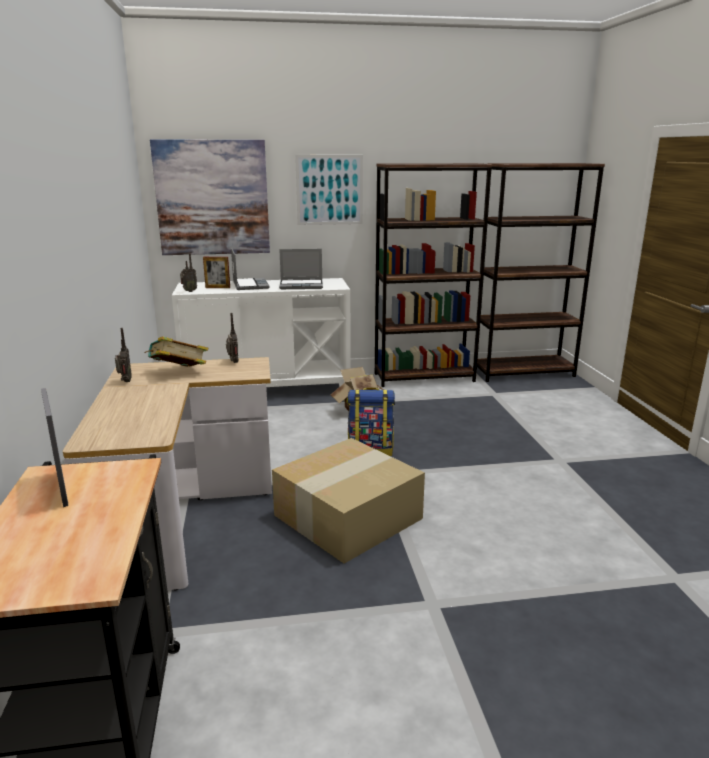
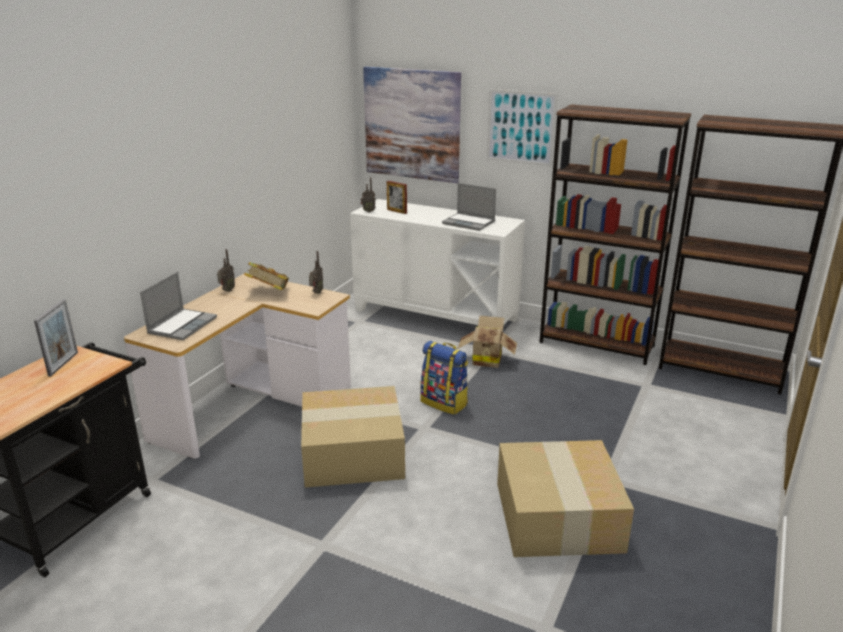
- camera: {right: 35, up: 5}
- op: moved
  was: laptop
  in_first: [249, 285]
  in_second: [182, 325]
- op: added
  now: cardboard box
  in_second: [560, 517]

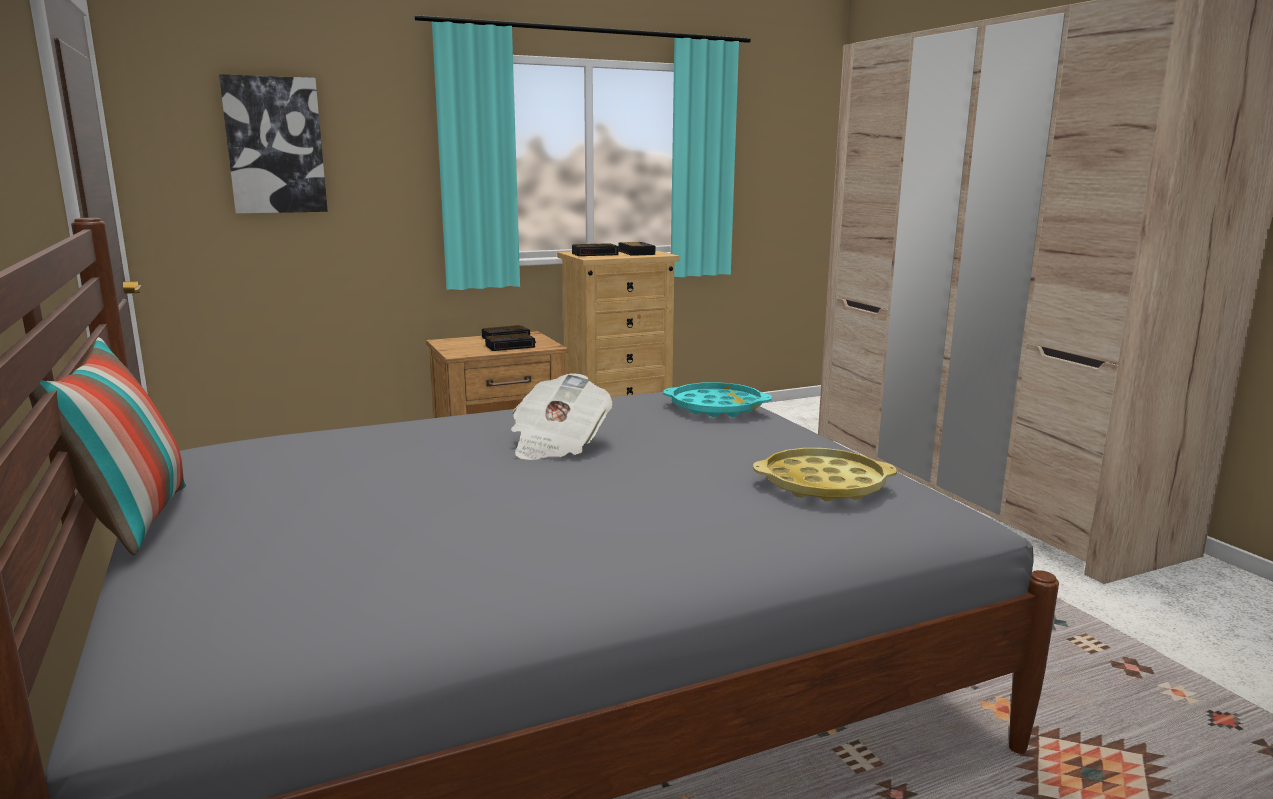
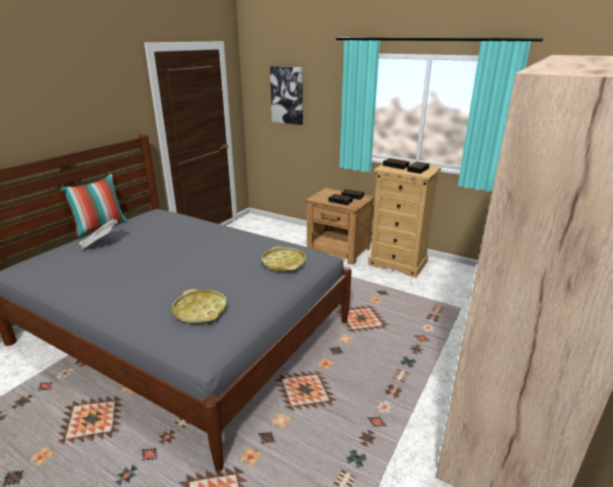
- camera: {right: 55, up: 10}
- op: moved
  was: printed paper
  in_first: [557, 444]
  in_second: [99, 243]
- op: recoloured
  was: turquoise serving tray
  now: yellow-coloured serving tray
  in_first: [716, 407]
  in_second: [284, 263]

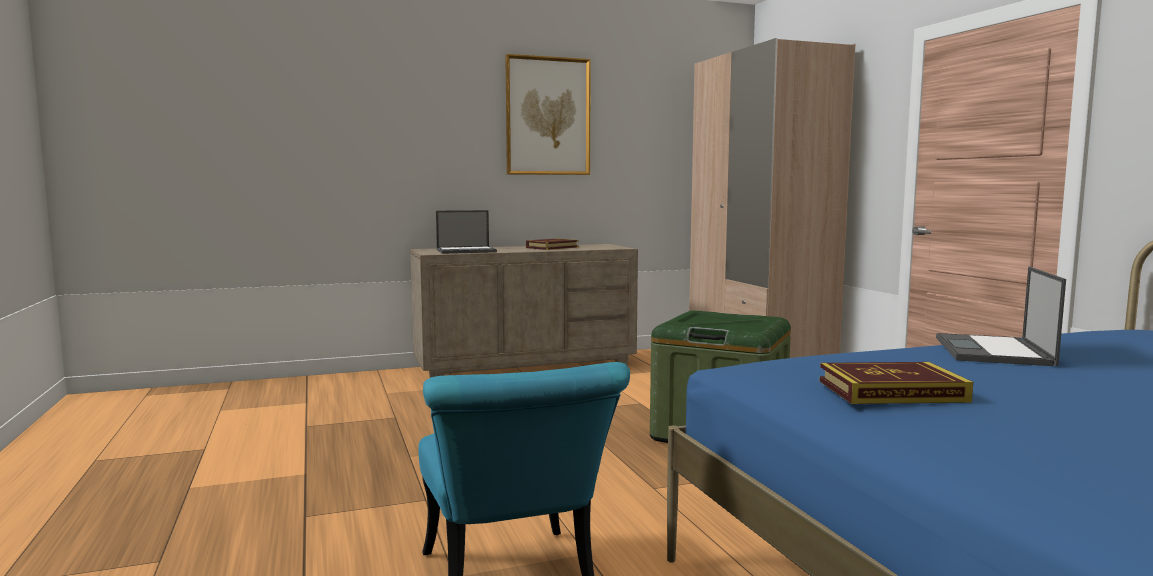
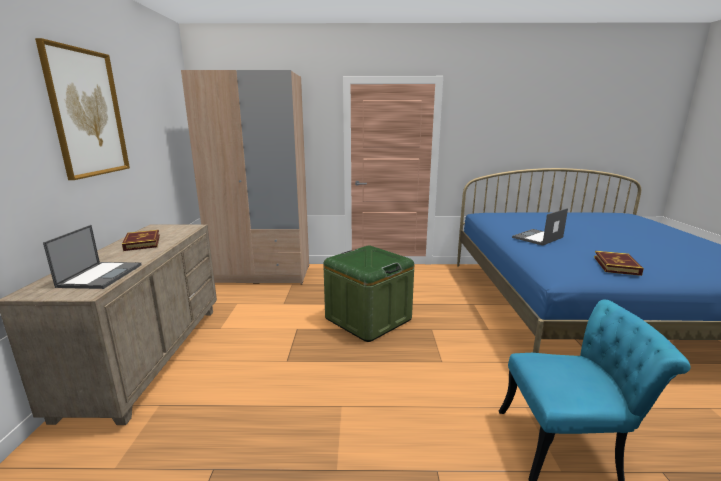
- camera: {right: -70, up: 10}
- op: turned
  was: laptop
  in_first: [993, 351]
  in_second: [537, 238]
  clockwise: 105

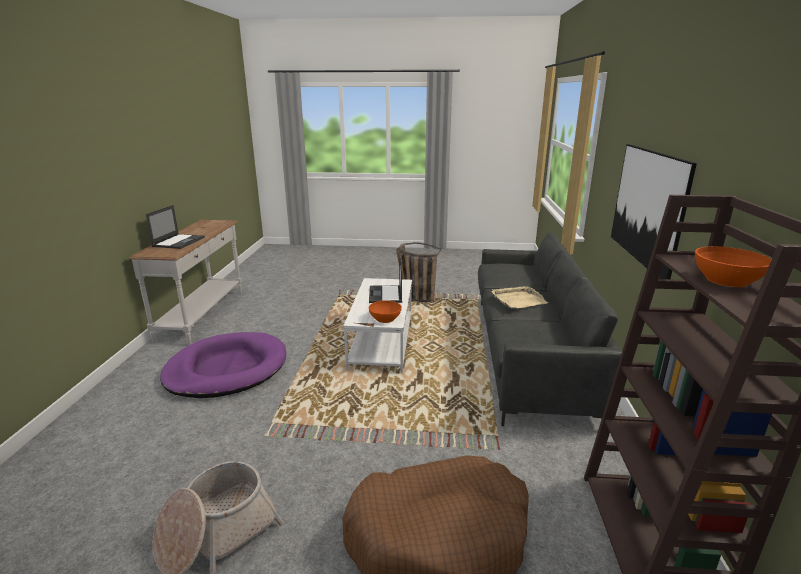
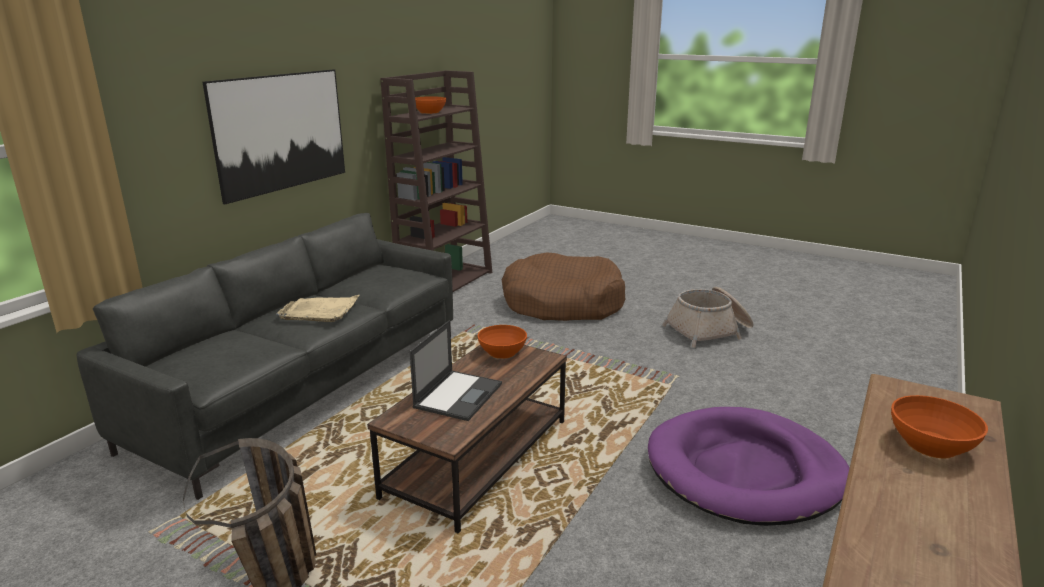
- camera: {right: -155, up: 0}
- op: replaced
  was: laptop
  now: orangey deep dish
  in_first: [179, 241]
  in_second: [931, 445]
- op: recoloured
  was: white-coloured low table
  now: brownish low table
  in_first: [382, 342]
  in_second: [478, 457]

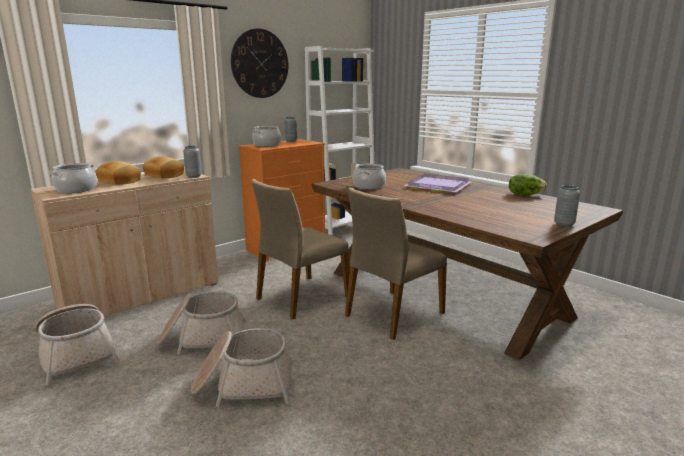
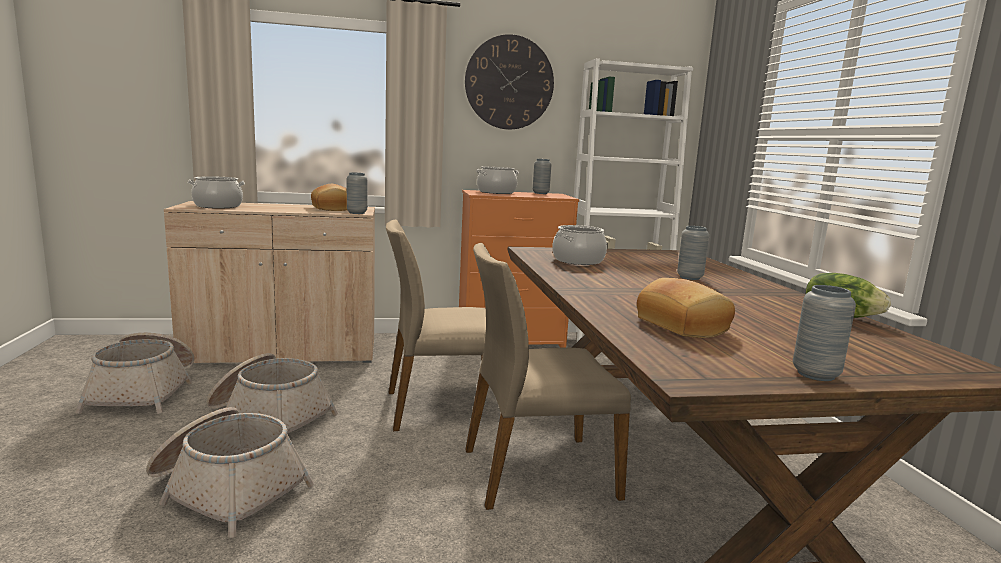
- camera: {right: 30, up: -5}
- op: moved
  was: bakery bread
  in_first: [120, 181]
  in_second: [684, 326]
- op: replaced
  was: purple-coloured serving tray
  now: gray decorative vase
  in_first: [437, 186]
  in_second: [690, 277]

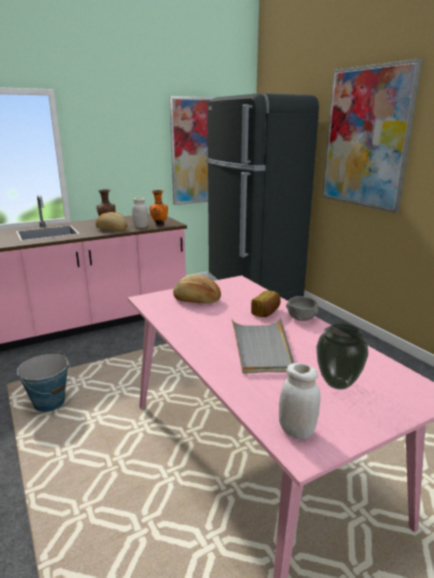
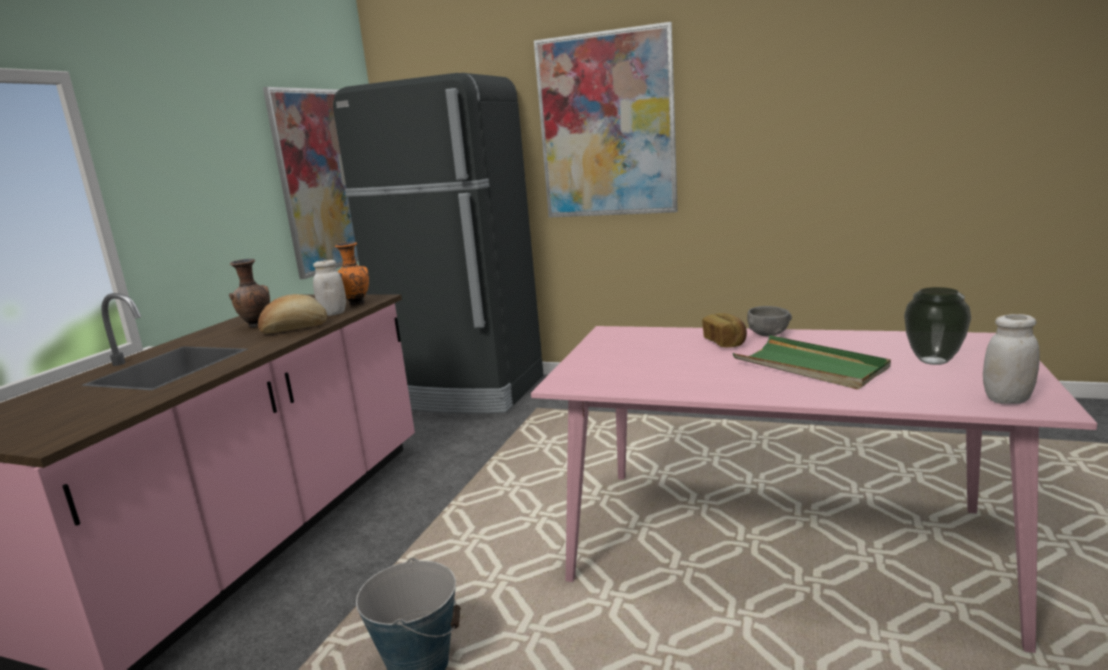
- camera: {right: -40, up: -5}
- op: removed
  was: bakery bread
  in_first: [196, 300]
- op: recoloured
  was: gray serving tray
  now: green-coloured serving tray
  in_first: [261, 348]
  in_second: [810, 367]

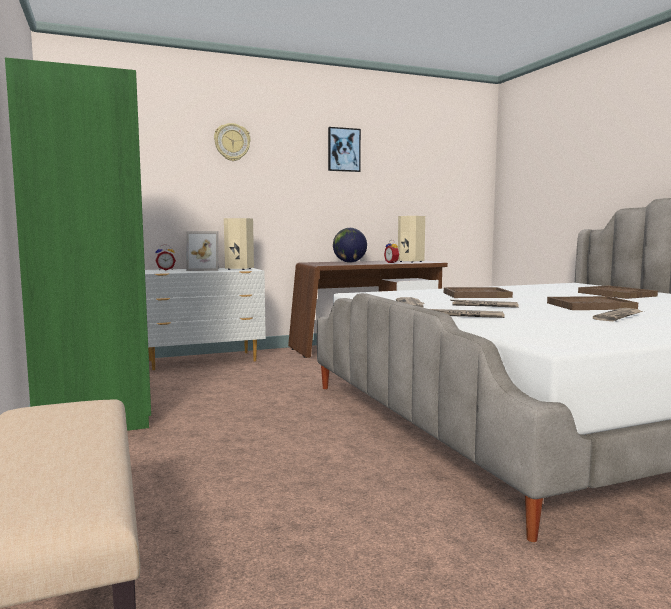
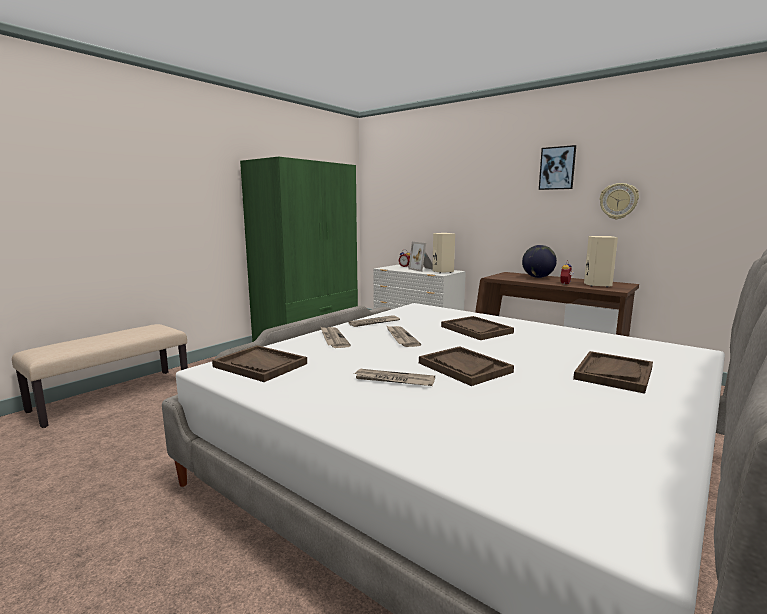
- camera: {right: 60, up: 5}
- op: moved
  was: wall clock
  in_first: [232, 142]
  in_second: [618, 201]
- op: added
  now: brownish serving tray
  in_second: [260, 365]

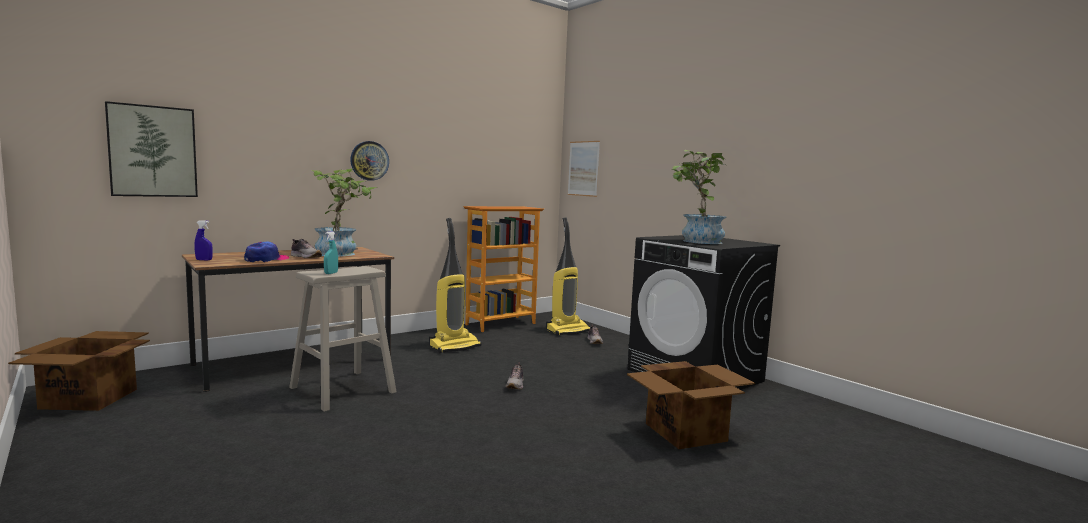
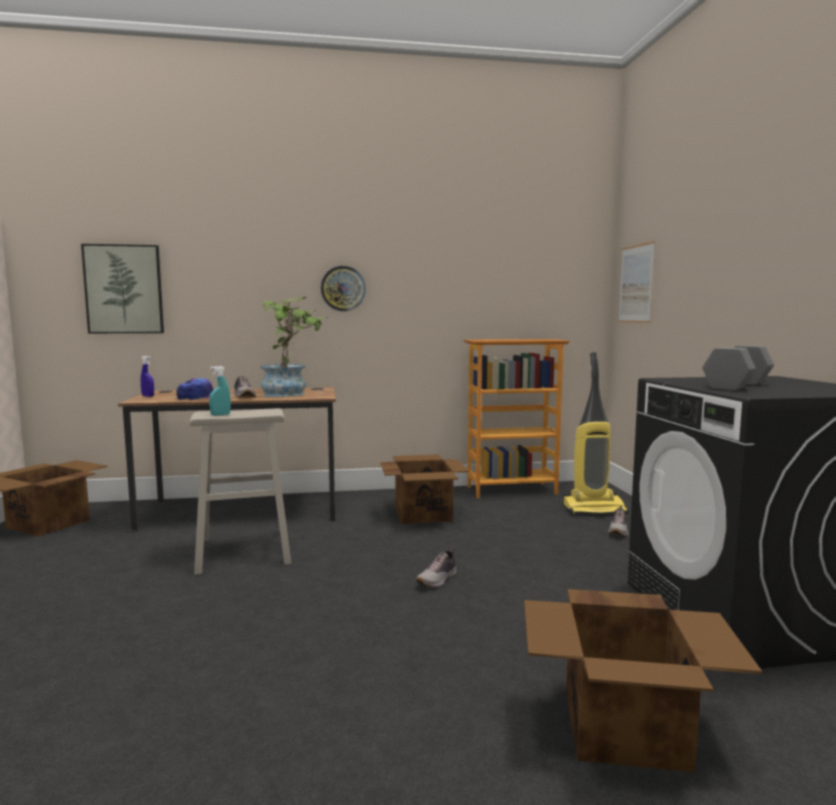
- camera: {right: 30, up: 0}
- op: replaced
  was: vacuum cleaner
  now: cardboard box
  in_first: [454, 346]
  in_second: [423, 513]
- op: replaced
  was: houseplant
  now: gray hand weight
  in_first: [695, 241]
  in_second: [736, 385]

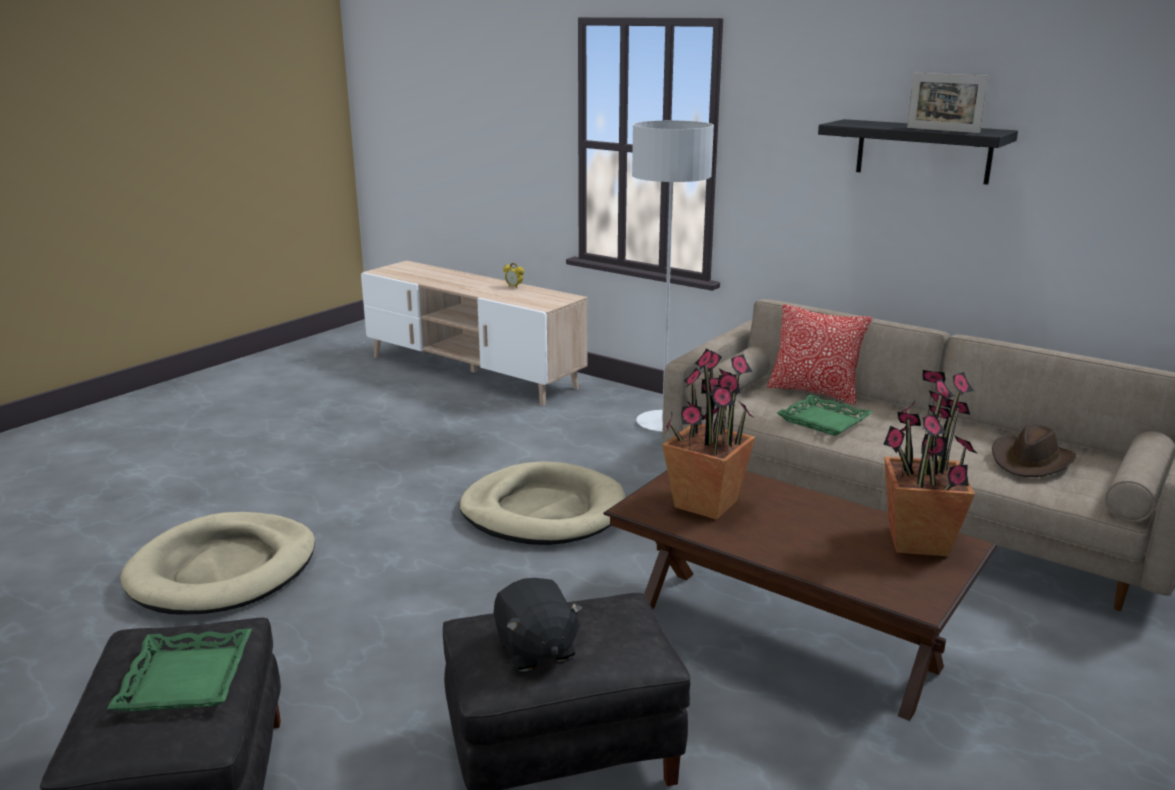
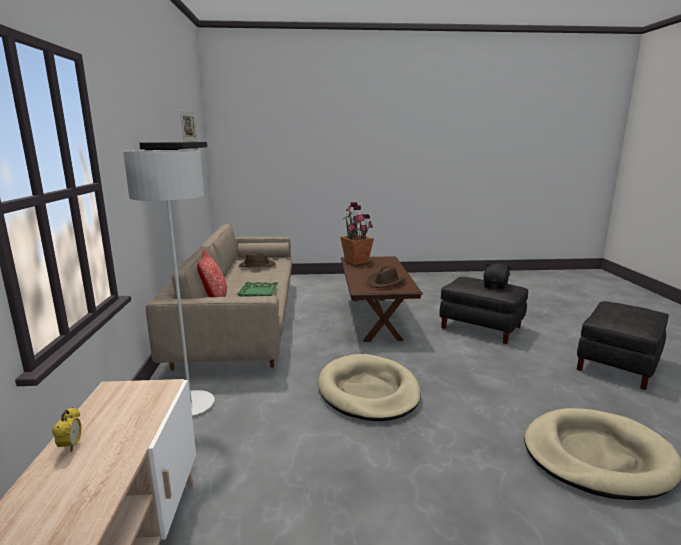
- camera: {right: -130, up: -5}
- op: removed
  was: green-coloured serving tray
  in_first: [187, 679]
- op: replaced
  was: houseplant
  now: brownish hat
  in_first: [706, 503]
  in_second: [386, 283]

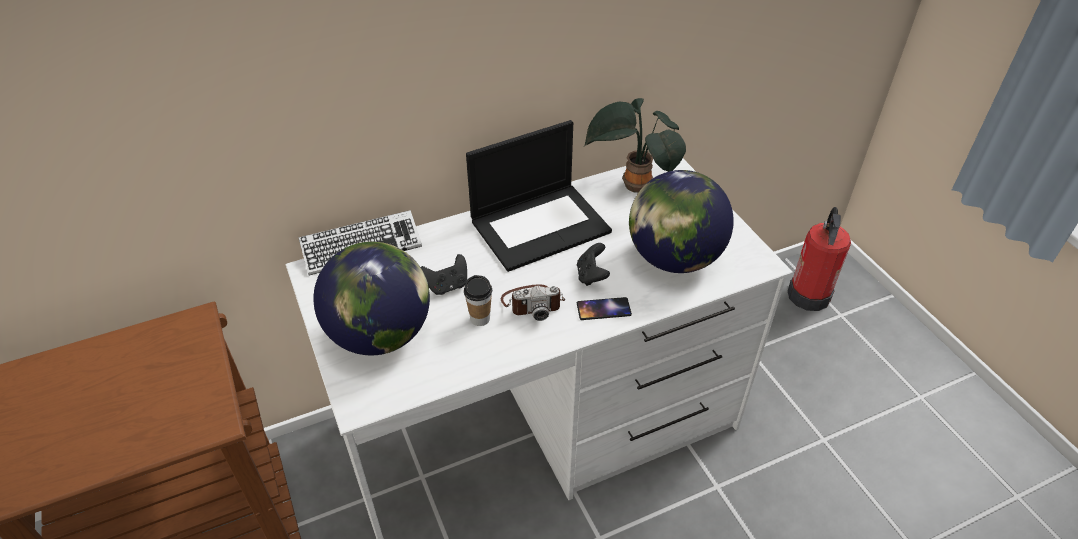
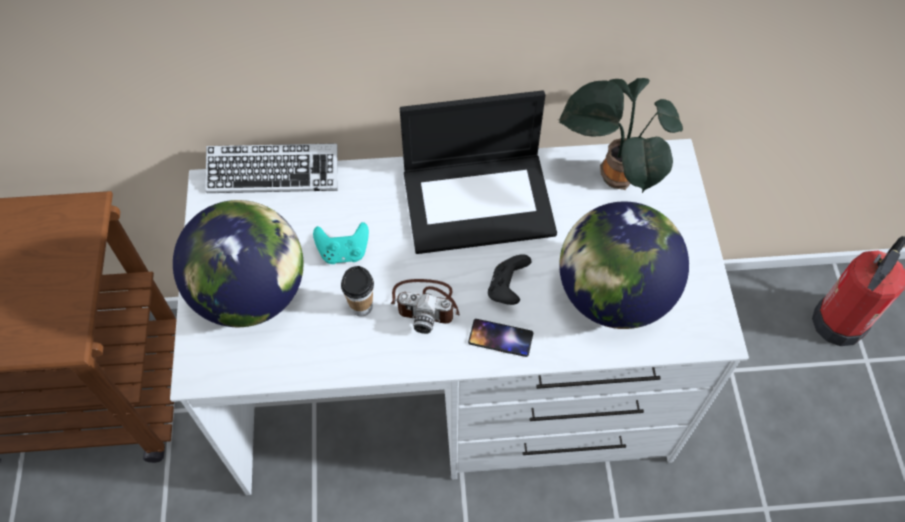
- camera: {right: 20, up: 15}
- op: recoloured
  was: black-coloured game controller
  now: turquoise game controller
  in_first: [447, 286]
  in_second: [343, 252]

